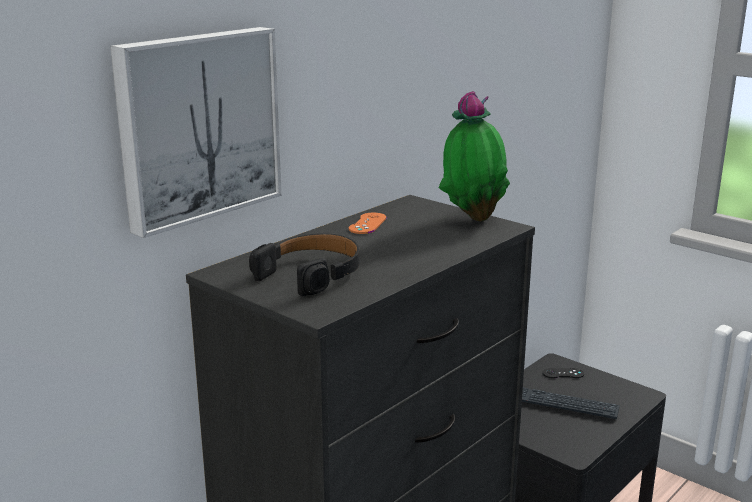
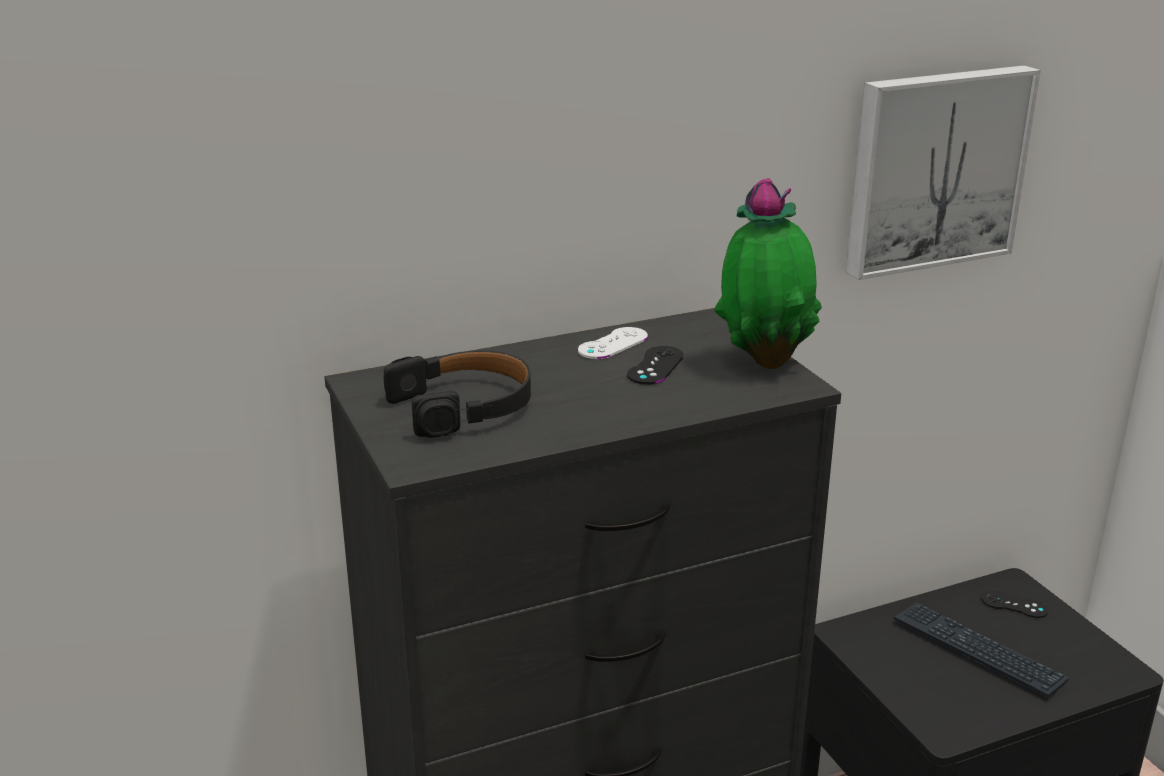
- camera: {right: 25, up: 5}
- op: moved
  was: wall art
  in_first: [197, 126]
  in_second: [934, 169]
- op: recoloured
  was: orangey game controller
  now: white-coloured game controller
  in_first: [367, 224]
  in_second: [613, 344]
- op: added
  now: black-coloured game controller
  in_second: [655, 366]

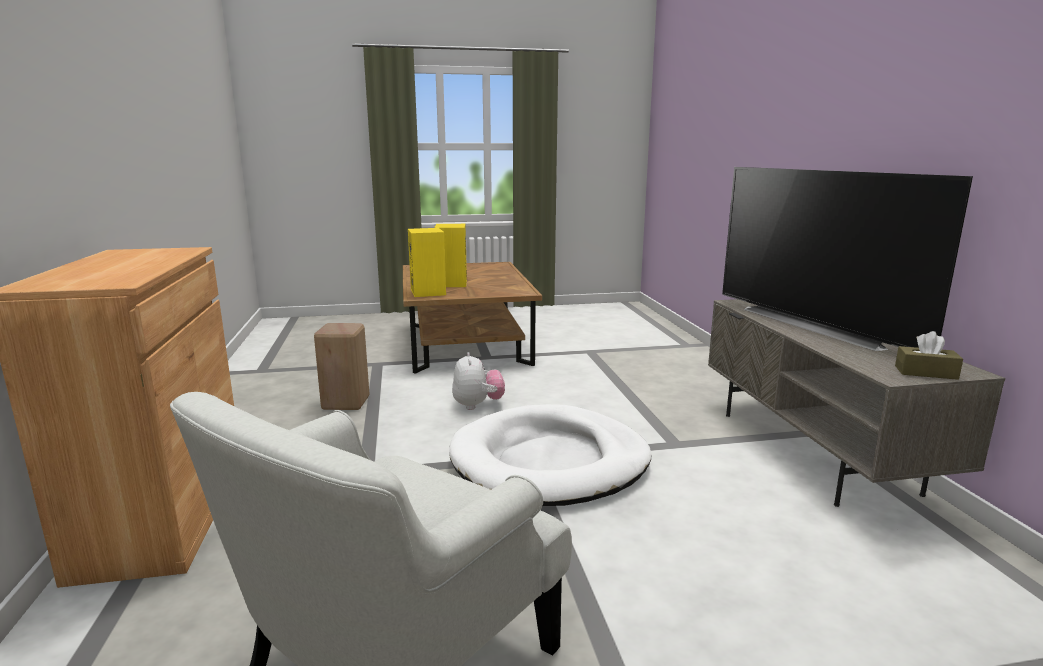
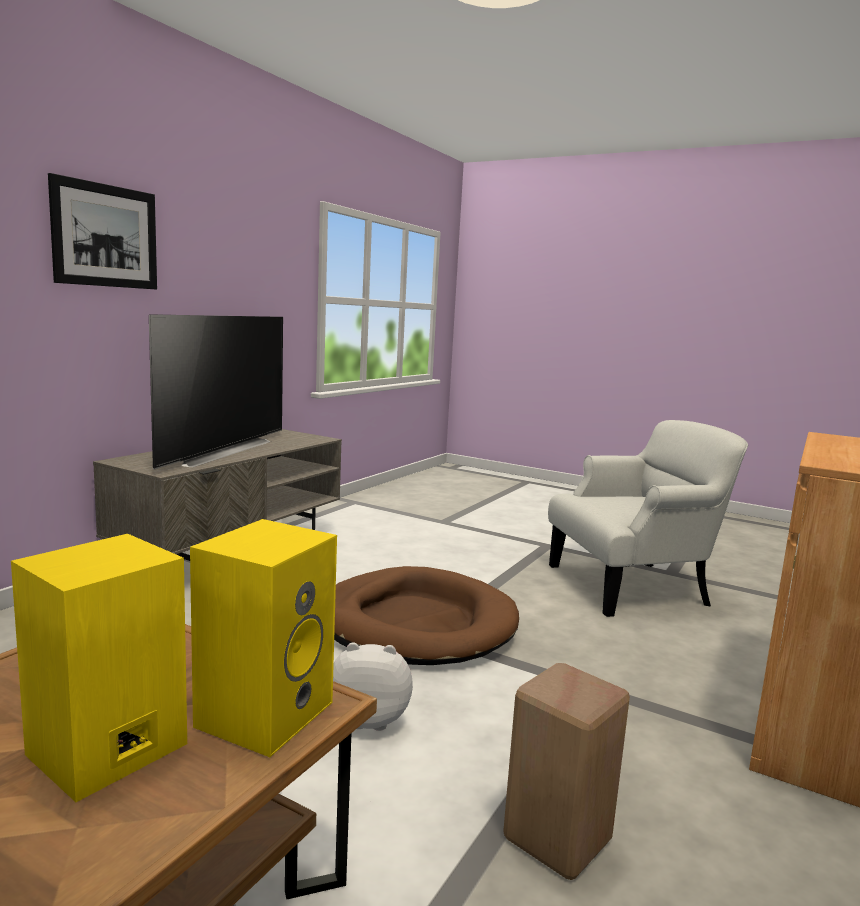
- camera: {right: -140, up: -5}
- op: recoloured
  was: white-coloured dog cushion
  now: brownish dog cushion
  in_first: [550, 461]
  in_second: [415, 623]
- op: turned
  was: plush toy
  in_first: [477, 405]
  in_second: [370, 718]
  clockwise: 60
- op: removed
  was: brownish tissue holder
  in_first: [925, 372]
- op: added
  now: wall art
  in_second: [105, 236]

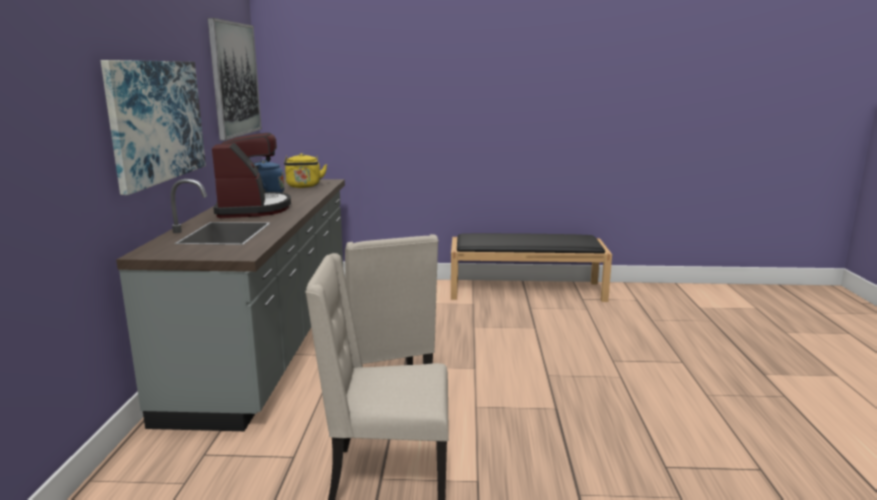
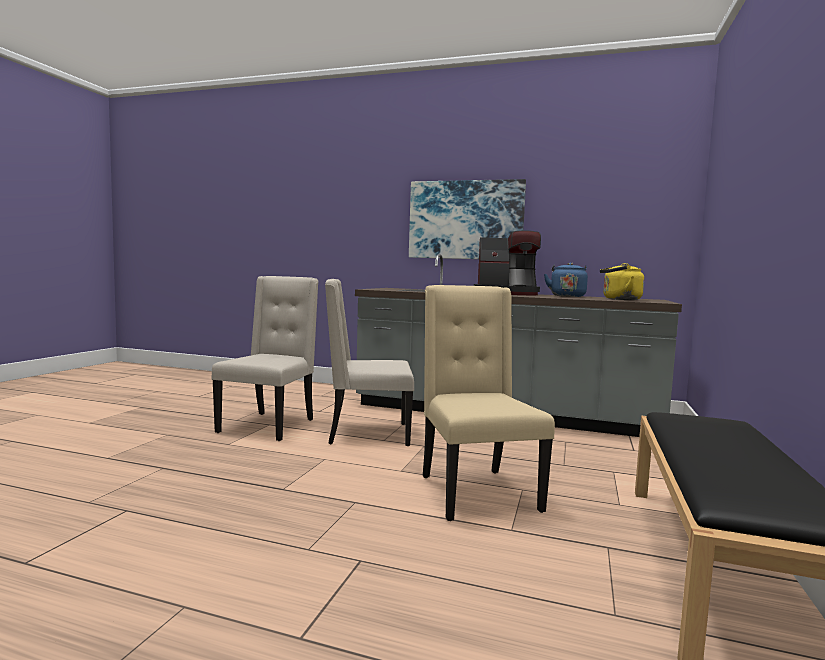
- camera: {right: 105, up: -10}
- op: removed
  was: wall art
  in_first: [234, 79]
- op: added
  now: beige-coloured upright chair
  in_second: [475, 492]

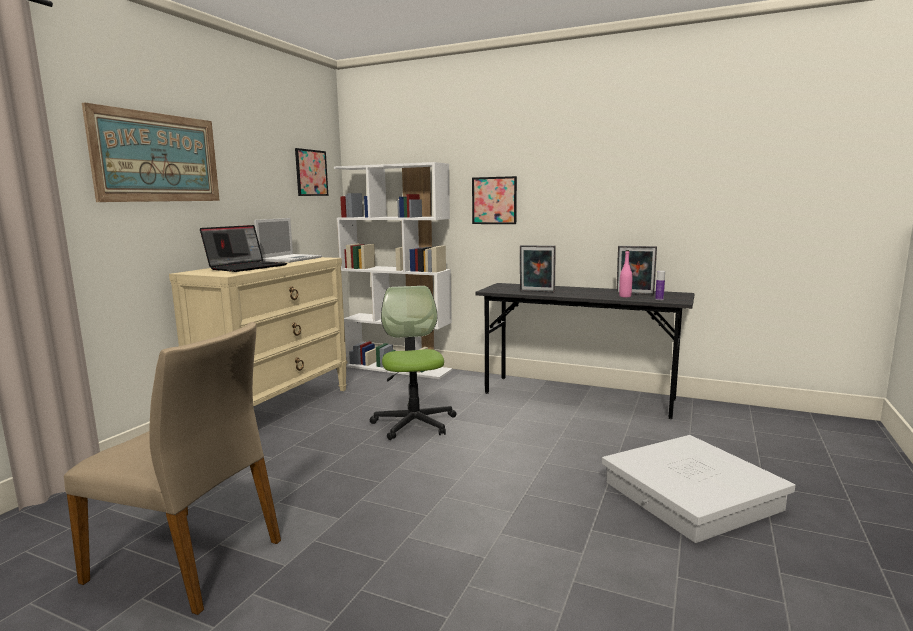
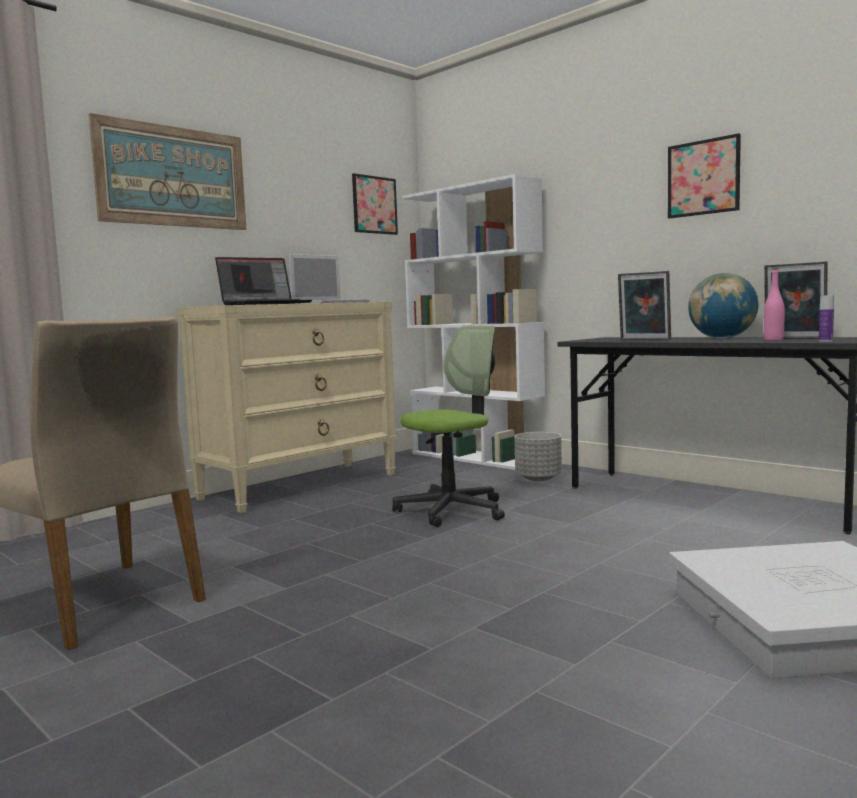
- camera: {right: 20, up: -5}
- op: turned
  was: computer chair
  in_first: [414, 423]
  in_second: [452, 510]
  clockwise: 45
- op: moved
  was: wall art
  in_first: [494, 200]
  in_second: [703, 177]
- op: added
  now: gray flower pot
  in_second: [538, 478]
- op: added
  now: world globe
  in_second: [722, 338]

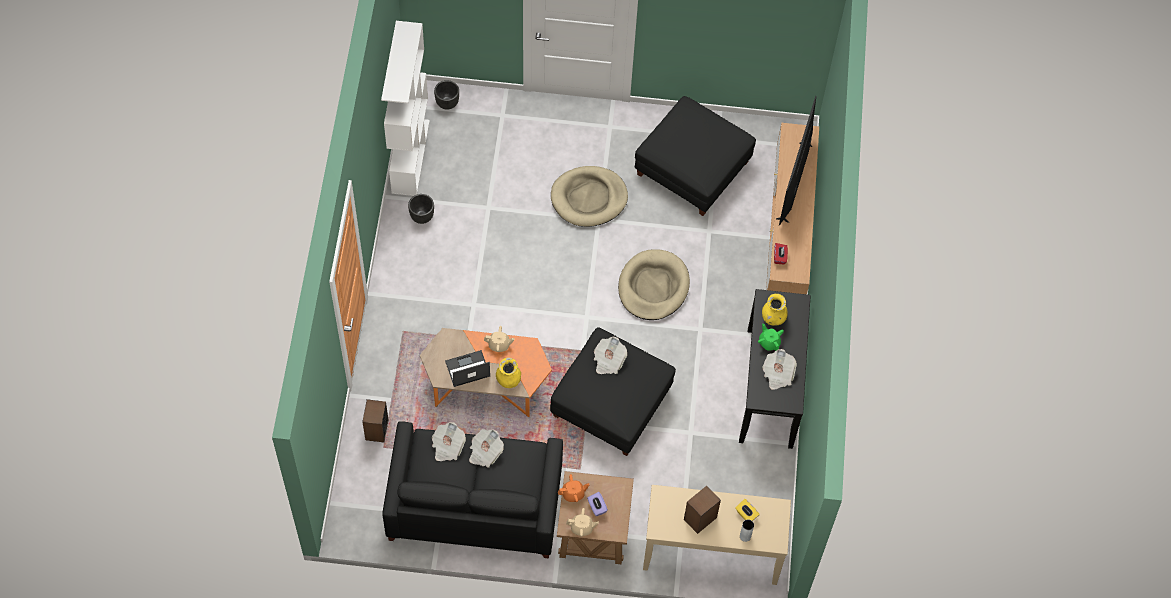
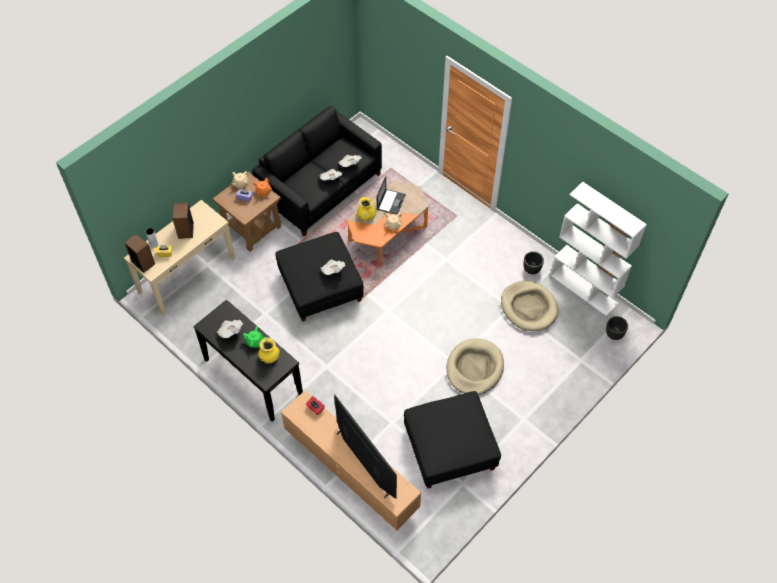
- camera: {right: 130, up: -5}
- op: moved
  was: audio speaker
  in_first: [376, 430]
  in_second: [143, 262]
- op: moved
  was: beige-coloured dog cushion
  in_first: [653, 287]
  in_second: [529, 307]

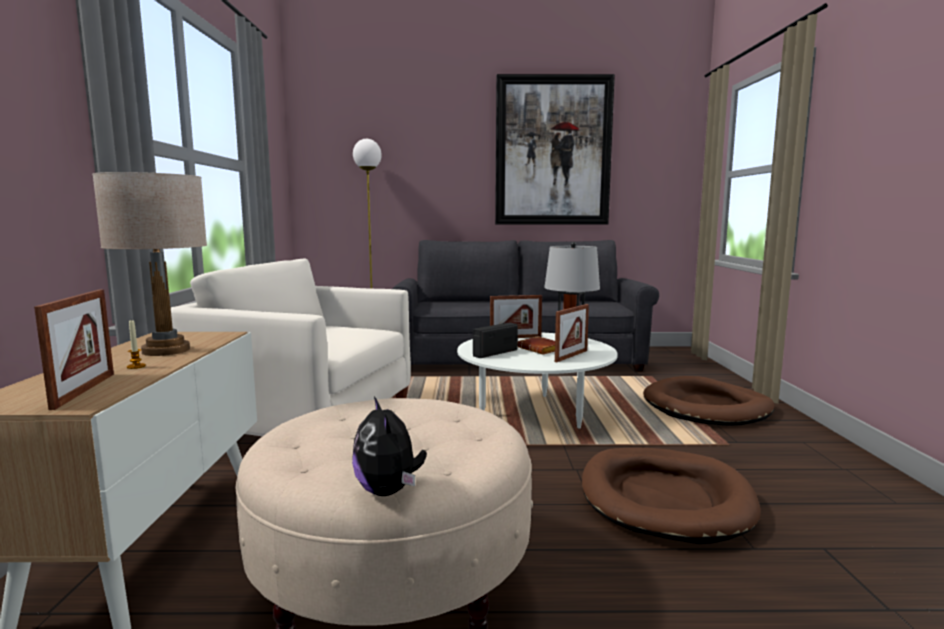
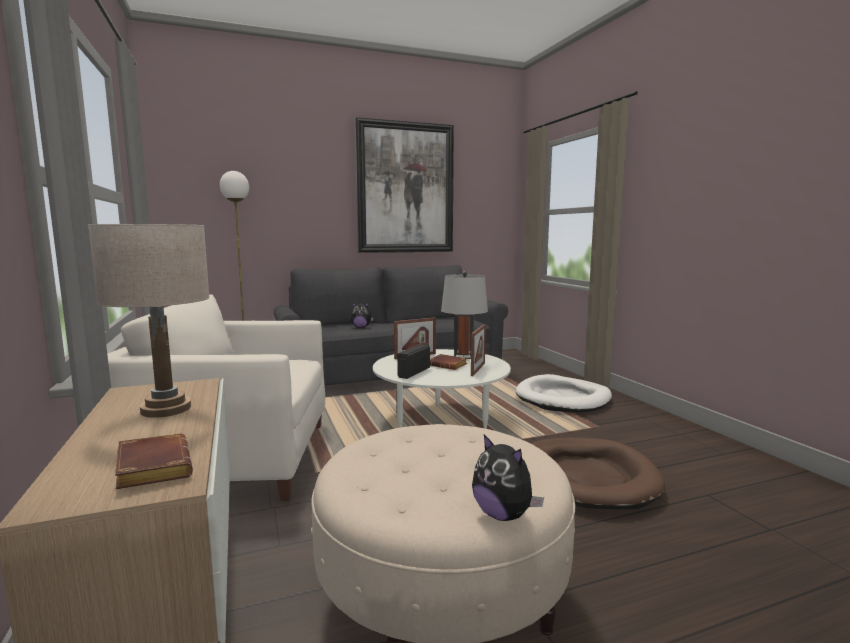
- camera: {right: -20, up: 0}
- op: replaced
  was: picture frame
  now: brownish bound book
  in_first: [84, 390]
  in_second: [151, 468]
- op: removed
  was: wax candle
  in_first: [136, 366]
- op: recoloured
  was: brownish dog cushion
  now: white-coloured dog cushion
  in_first: [707, 407]
  in_second: [563, 398]
- op: added
  now: plush toy
  in_second: [361, 327]

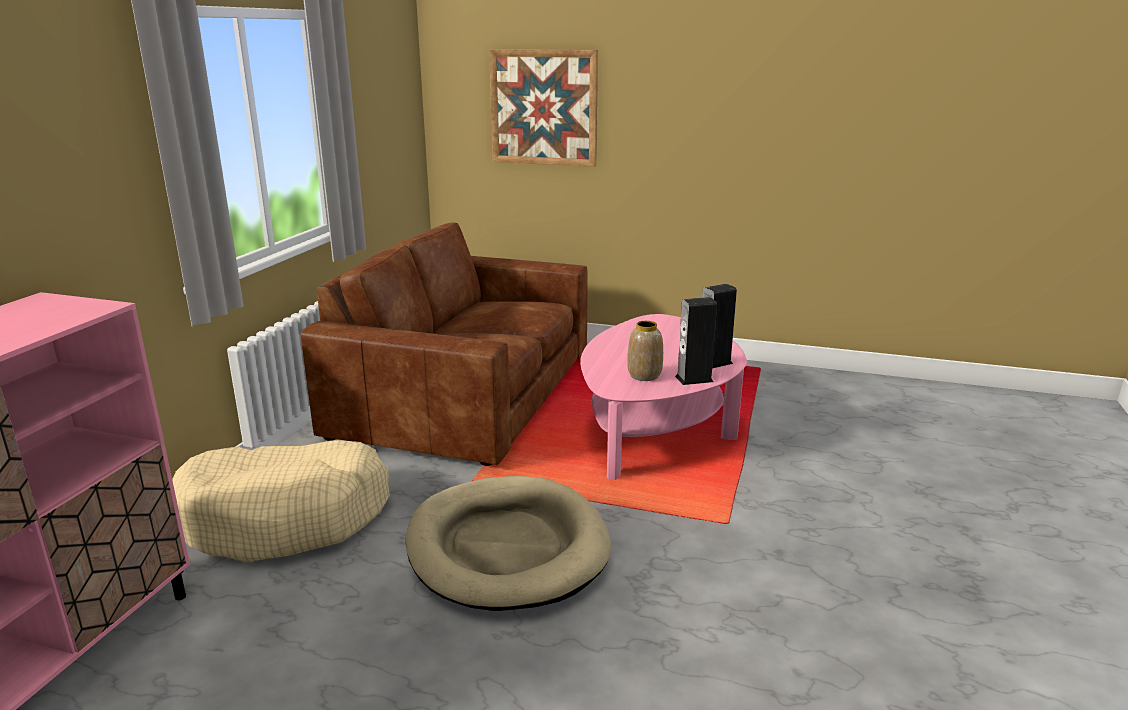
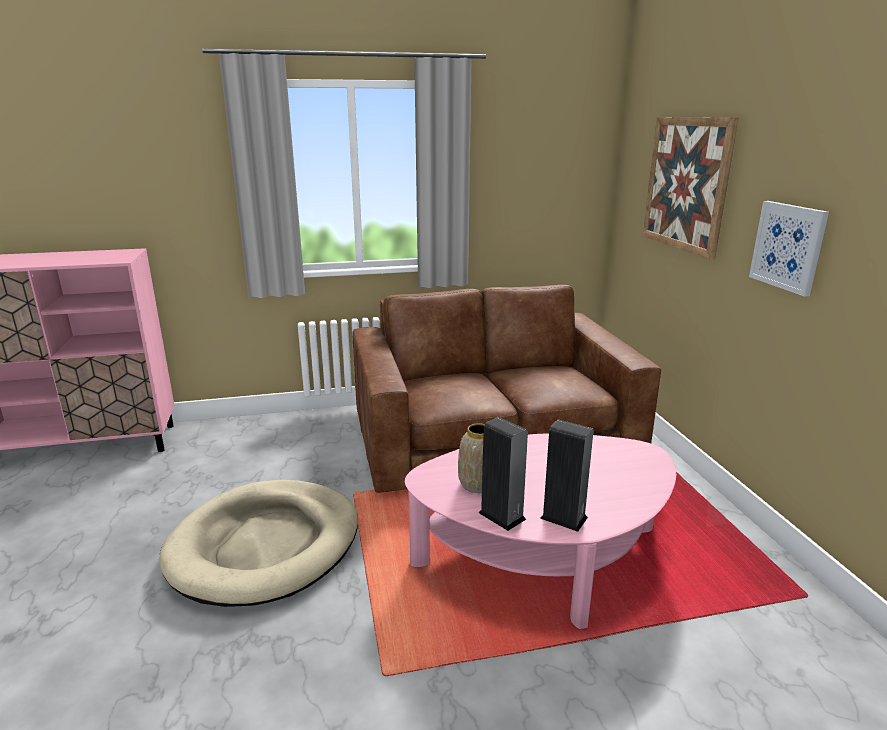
- camera: {right: 60, up: 0}
- op: removed
  was: beige-coloured dog cushion
  in_first: [286, 517]
- op: added
  now: wall art
  in_second: [788, 246]

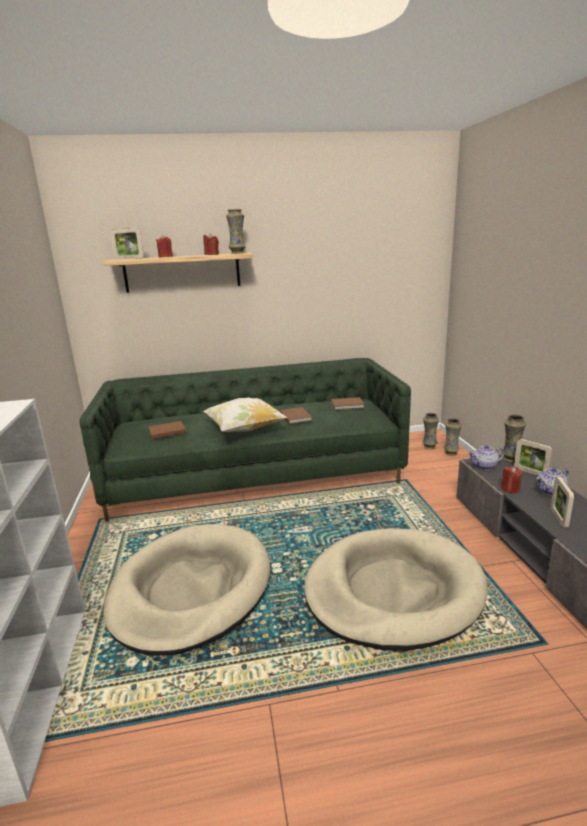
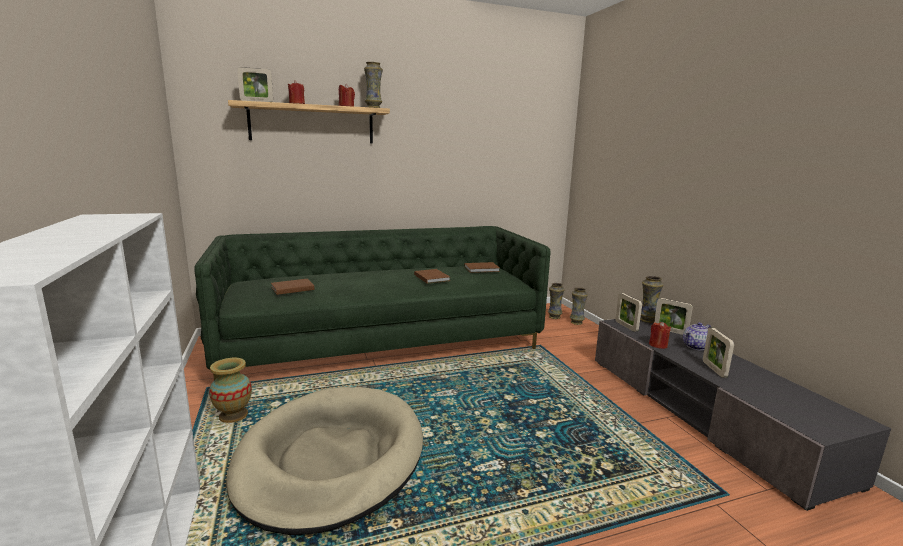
- camera: {right: -10, up: -5}
- op: removed
  was: cushion
  in_first: [244, 430]
- op: removed
  was: beige-coloured dog cushion
  in_first: [393, 591]
- op: replaced
  was: pot for tea
  now: picture frame
  in_first: [485, 466]
  in_second: [626, 326]
- op: added
  now: decorative vase
  in_second: [233, 416]

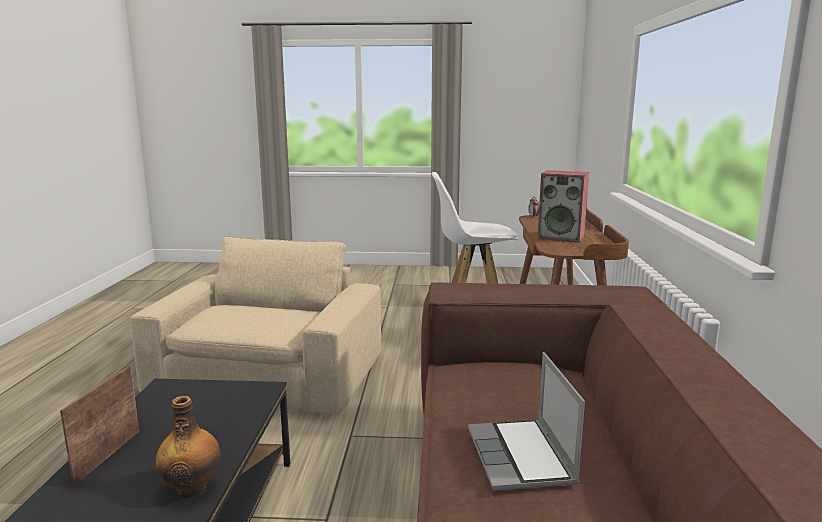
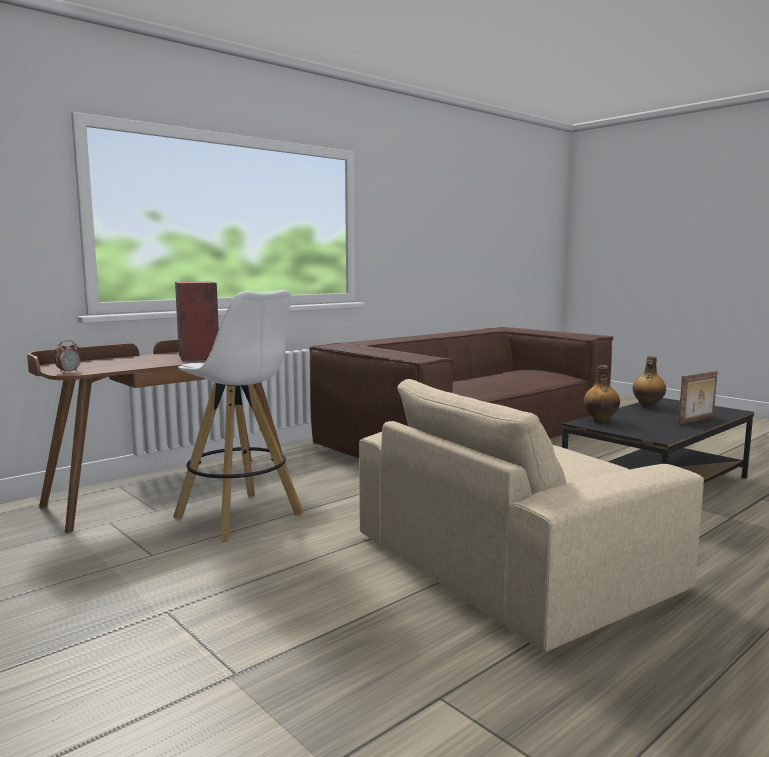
- camera: {right: -135, up: -5}
- op: removed
  was: laptop
  in_first: [522, 457]
- op: added
  now: beverage bottle
  in_second: [600, 420]

